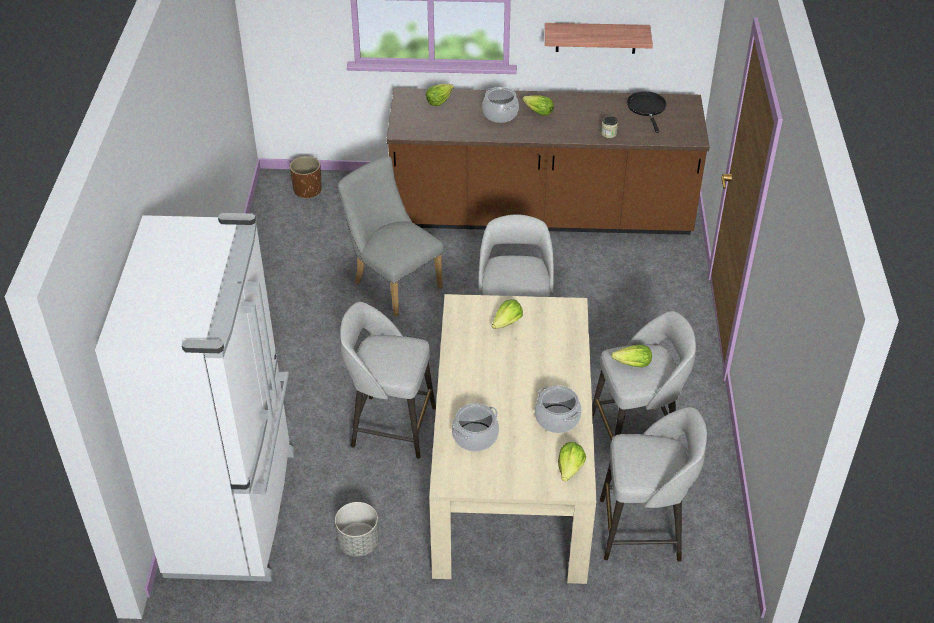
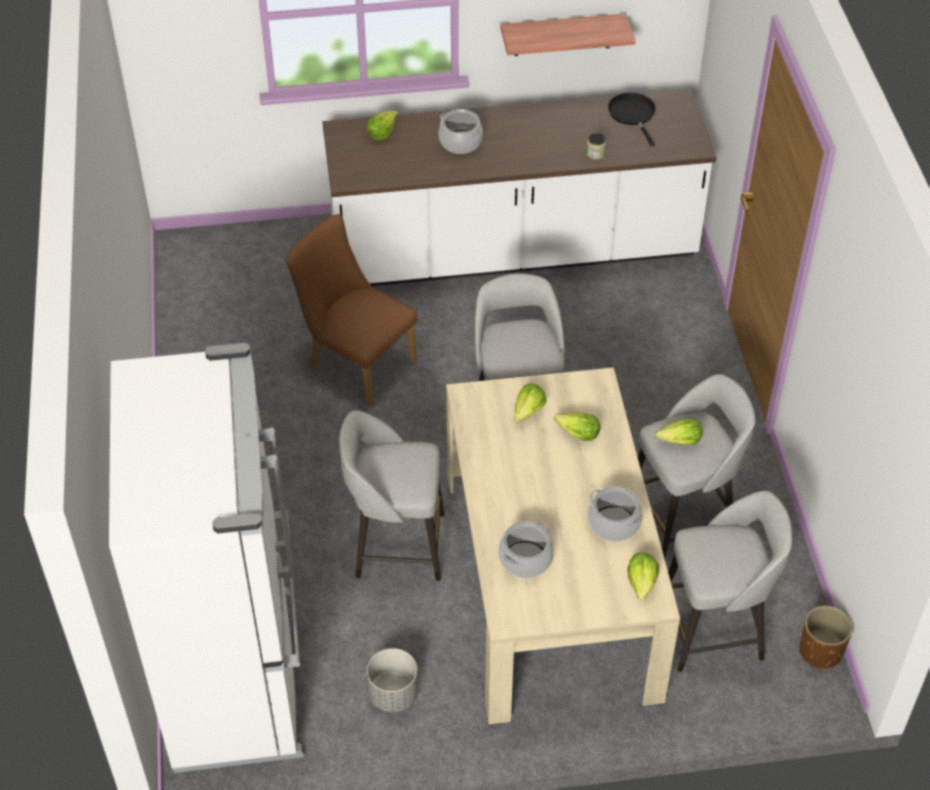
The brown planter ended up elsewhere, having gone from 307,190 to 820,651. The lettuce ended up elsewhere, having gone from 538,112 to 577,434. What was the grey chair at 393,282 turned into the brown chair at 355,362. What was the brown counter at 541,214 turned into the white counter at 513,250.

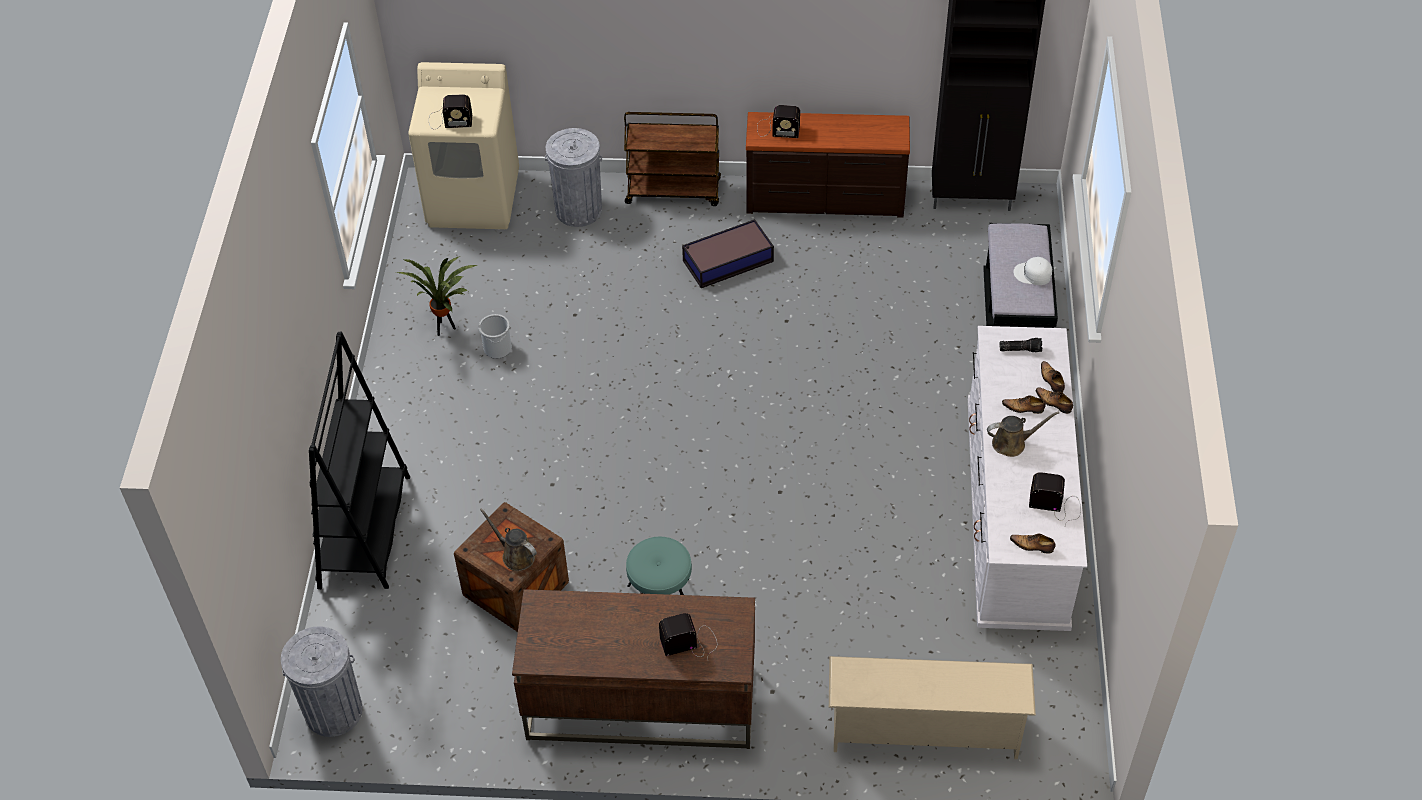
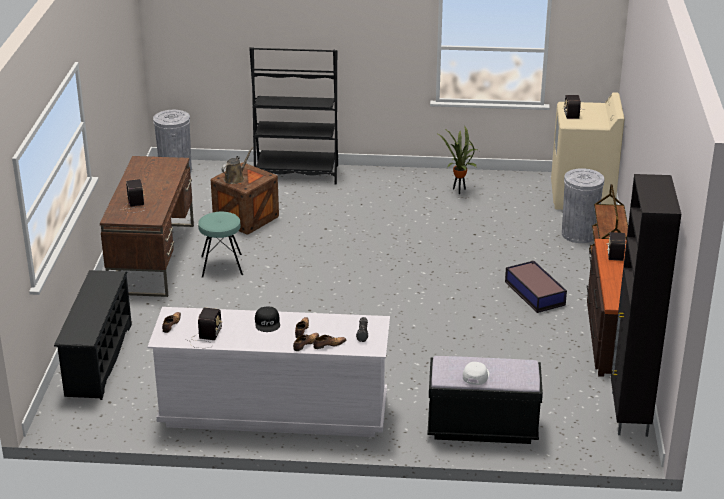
The second view lost the bucket at 498,348. Where the brown watering can stood at 1012,443, the black cap came to stand at 268,323. What was the beige shoe rack at 924,733 turned into the black shoe rack at 98,359.

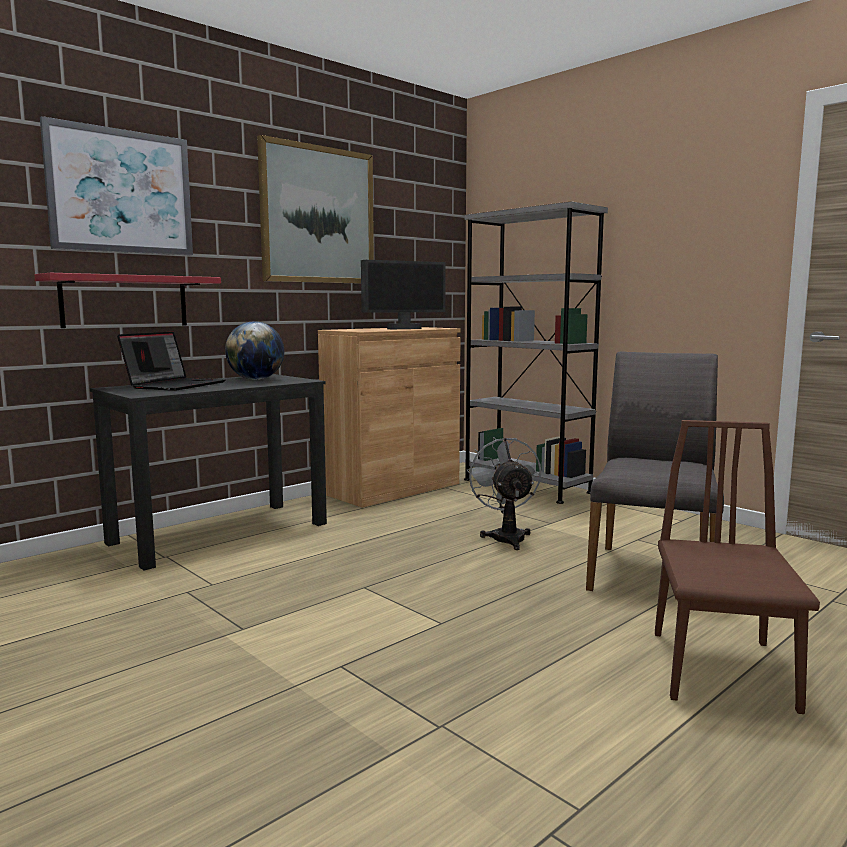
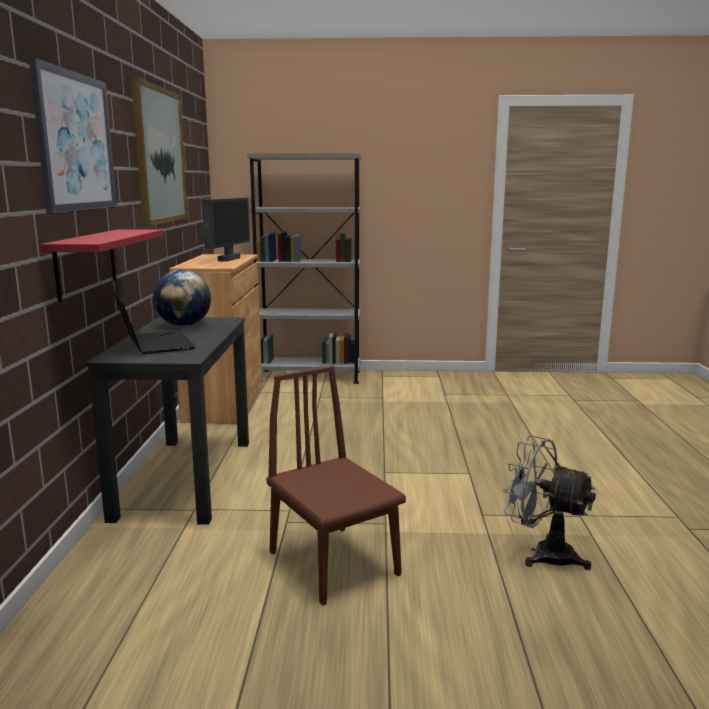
The second view lost the grey chair at 652,573. The grey fan ended up elsewhere, having gone from 506,536 to 543,553. The brown chair ended up elsewhere, having gone from 721,669 to 333,563.

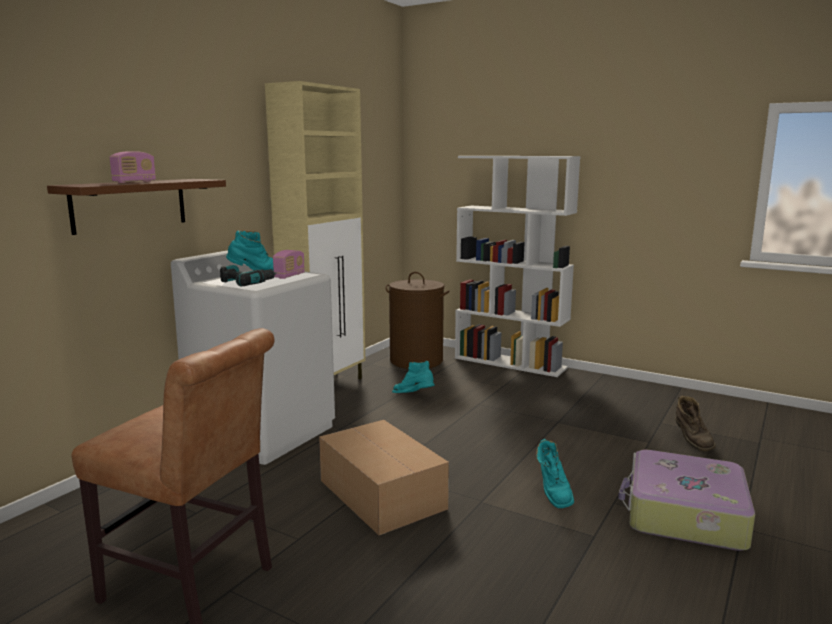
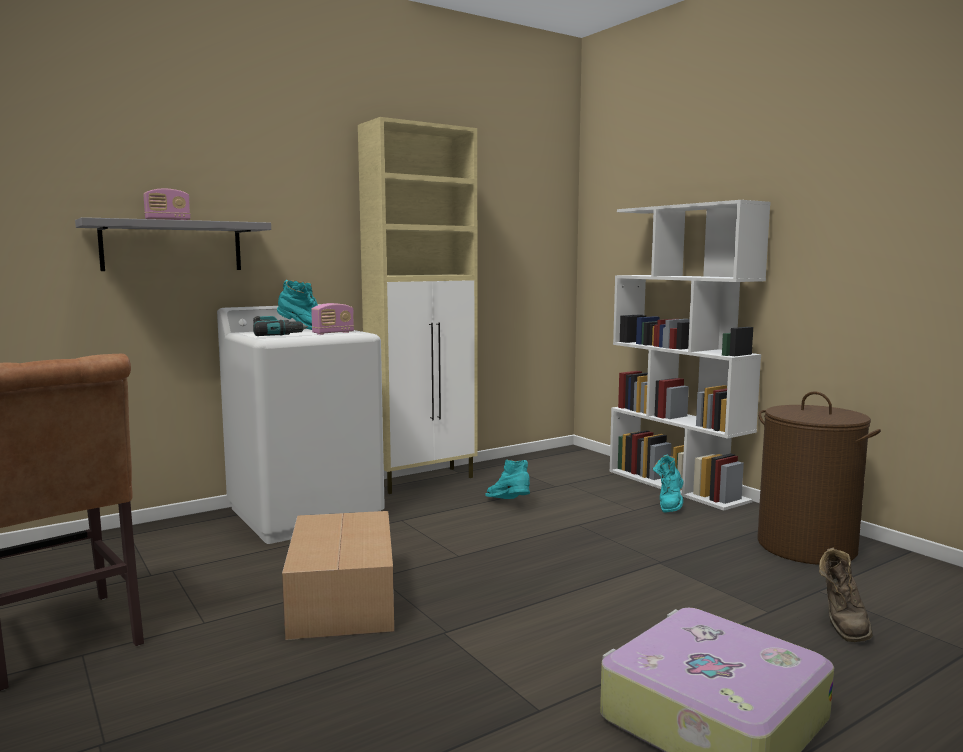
The brown laundry basket ended up elsewhere, having gone from 416,360 to 807,546. The turquoise boot ended up elsewhere, having gone from 553,494 to 670,505. What was the brown shelf at 130,205 turned into the grey shelf at 172,246.

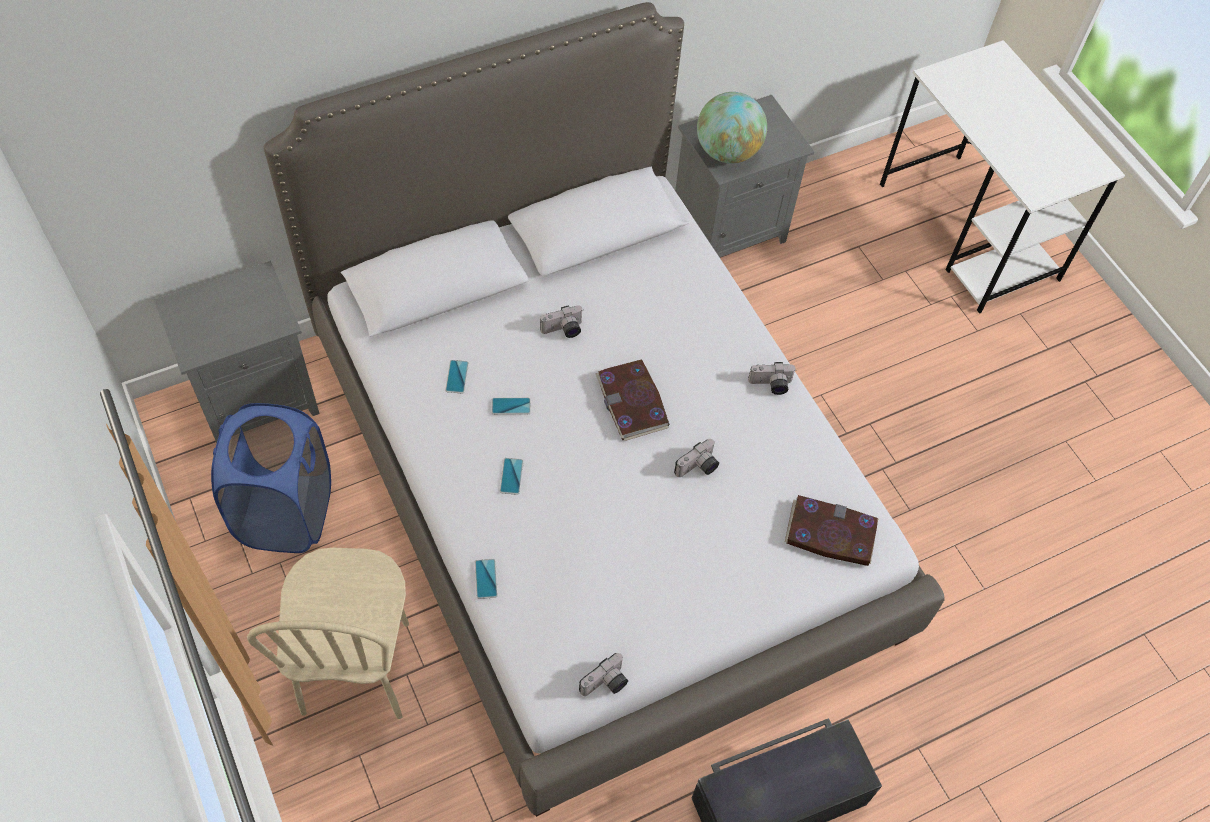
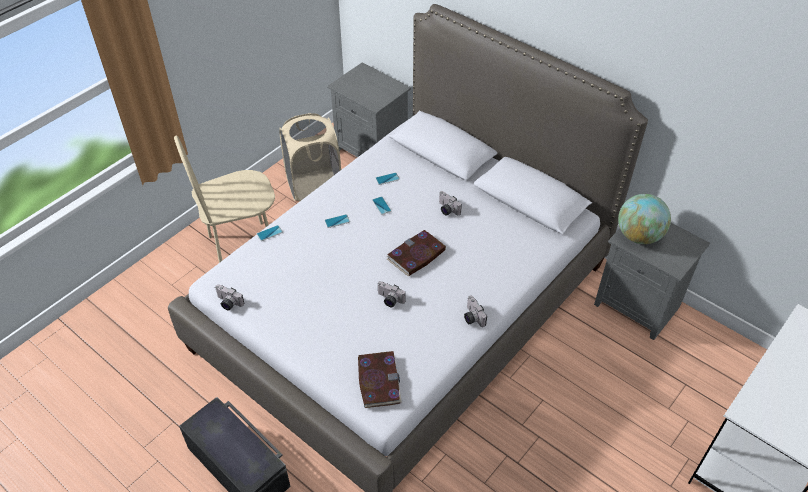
What was the blue laundry basket at 286,513 turned into the beige laundry basket at 314,188.

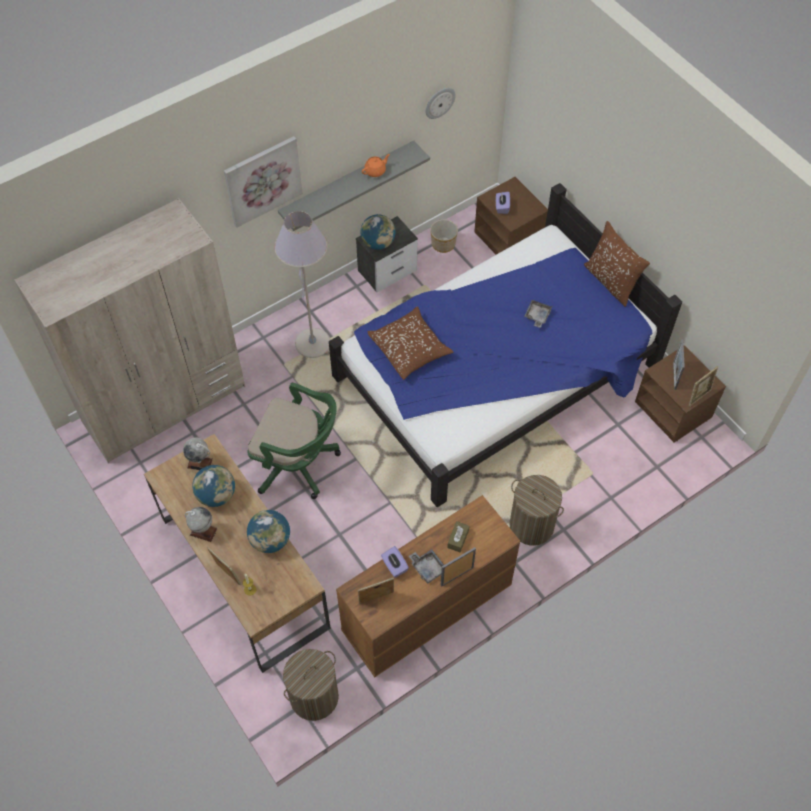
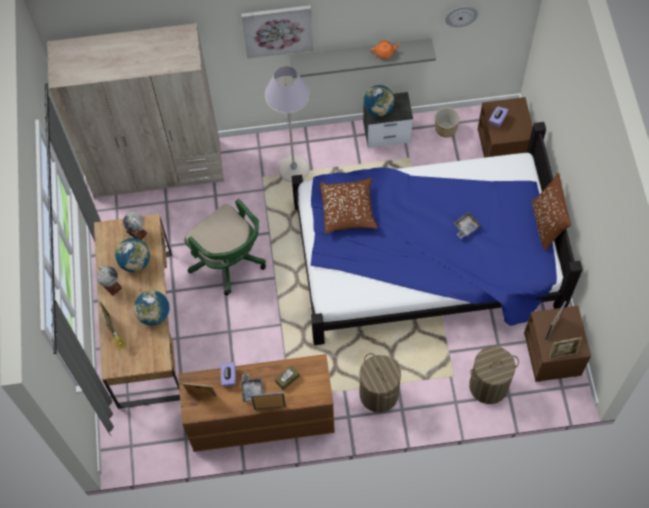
The laundry basket ended up elsewhere, having gone from 314,697 to 488,386.

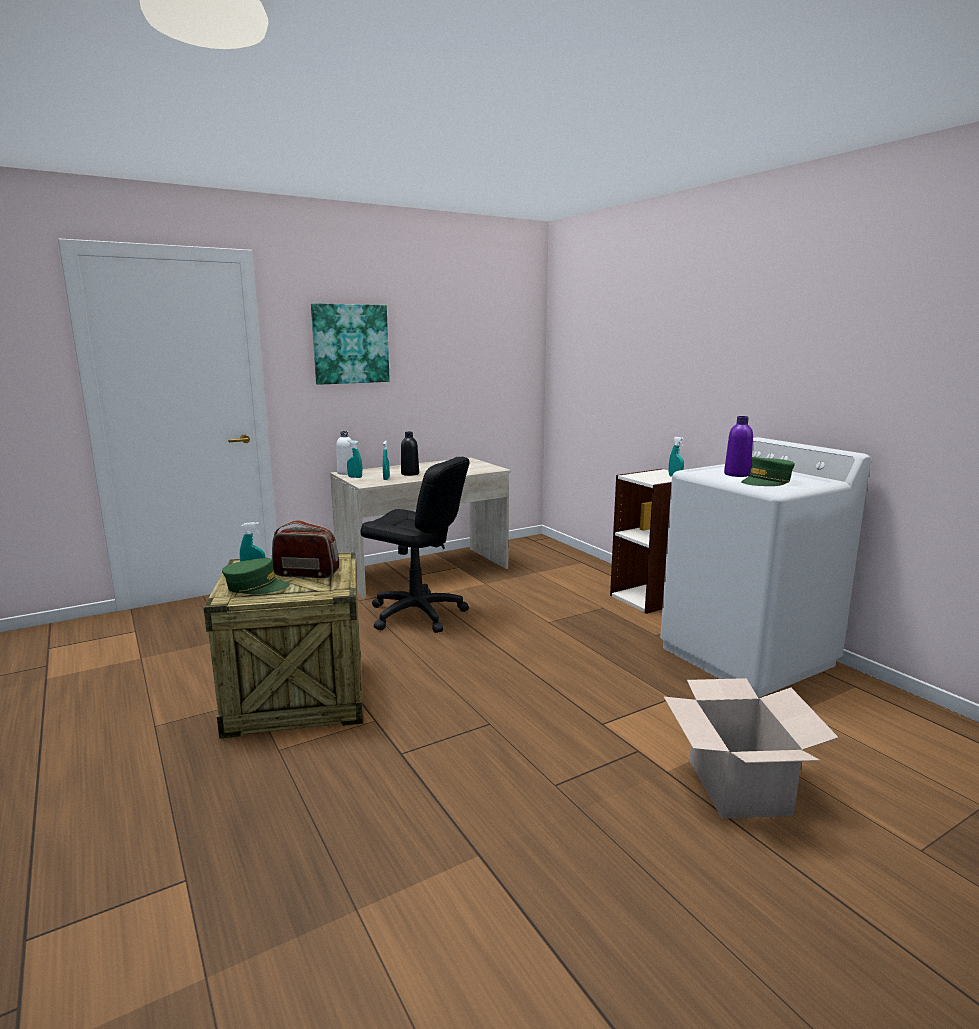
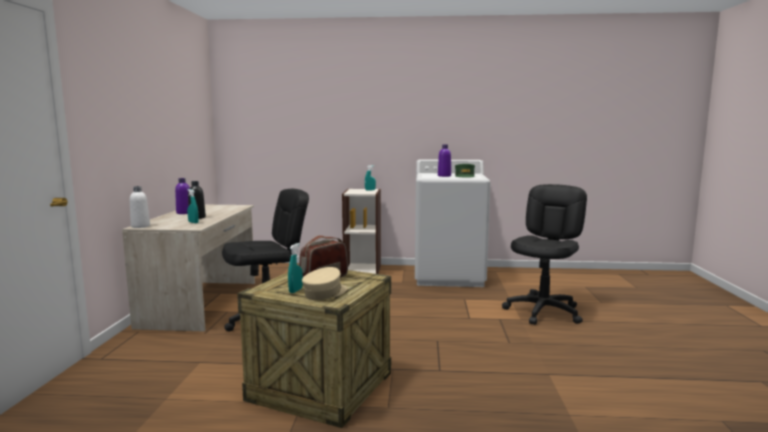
The second view lost the picture at 350,344. The second view lost the turquoise spray bottle at 355,477. The second view gained the purple bottle at 184,213. Where the cardboard box stood at 739,787, the black office chair came to stand at 543,312. What was the green cap at 256,587 turned into the beige cap at 325,293.

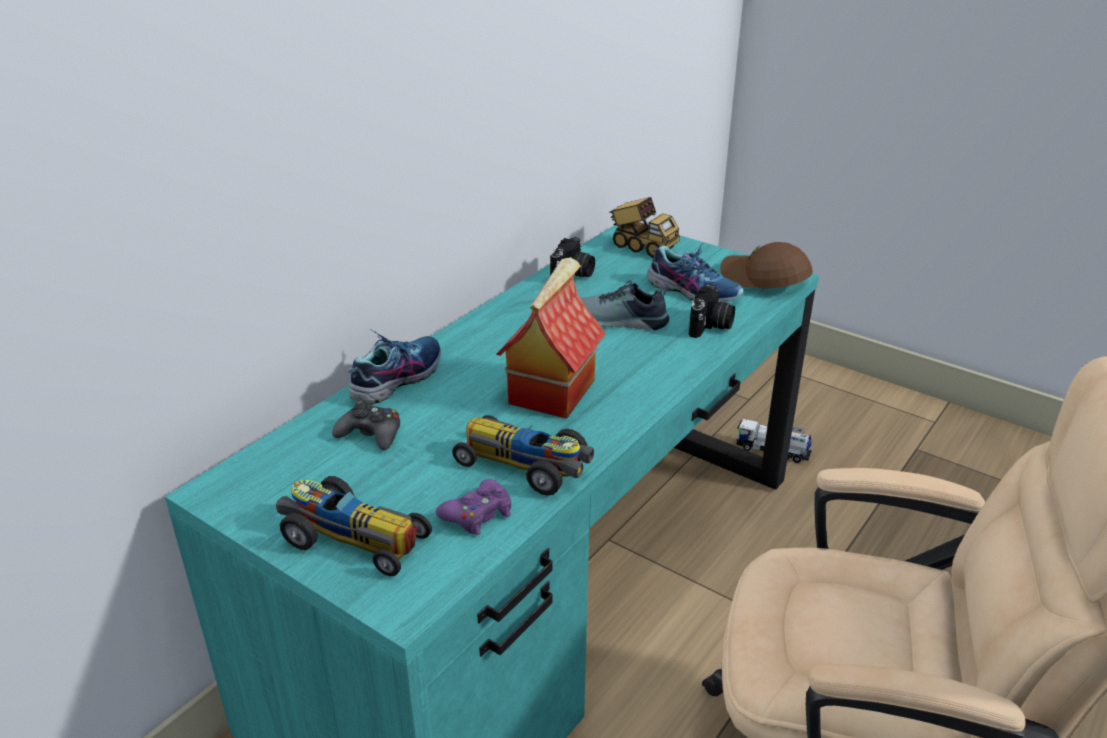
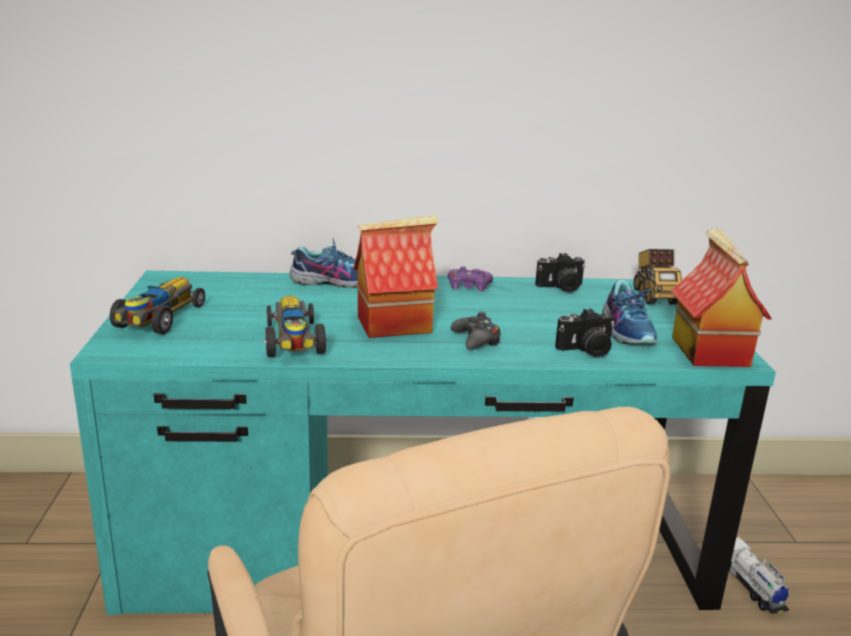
The second view lost the shoe at 618,321. The black game controller ended up elsewhere, having gone from 371,434 to 476,340. The purple game controller ended up elsewhere, having gone from 478,514 to 468,286. Where the brown cap stood at 763,280, the toy house came to stand at 708,351. The toy car at 351,537 ended up facing another way, 150 degrees counterclockwise from before.

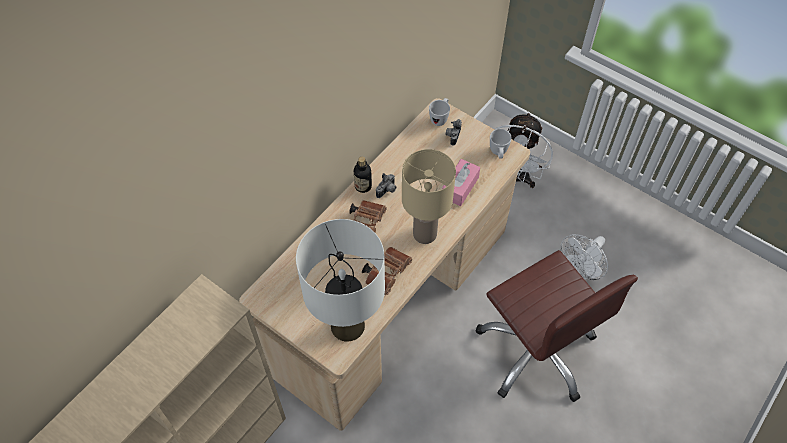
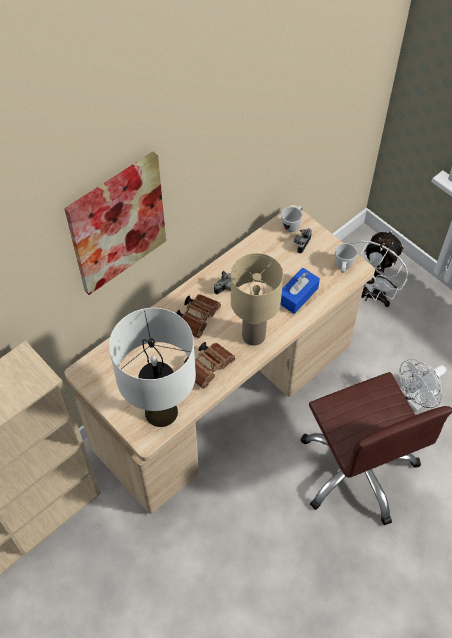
The second view lost the bottle at 363,186. The second view gained the picture at 117,224. What was the pink tissue box at 460,187 turned into the blue tissue box at 297,295.

